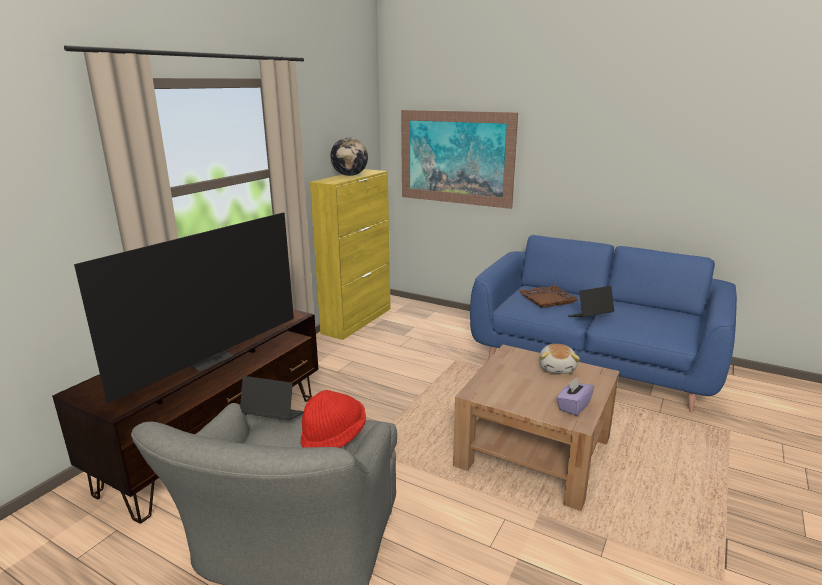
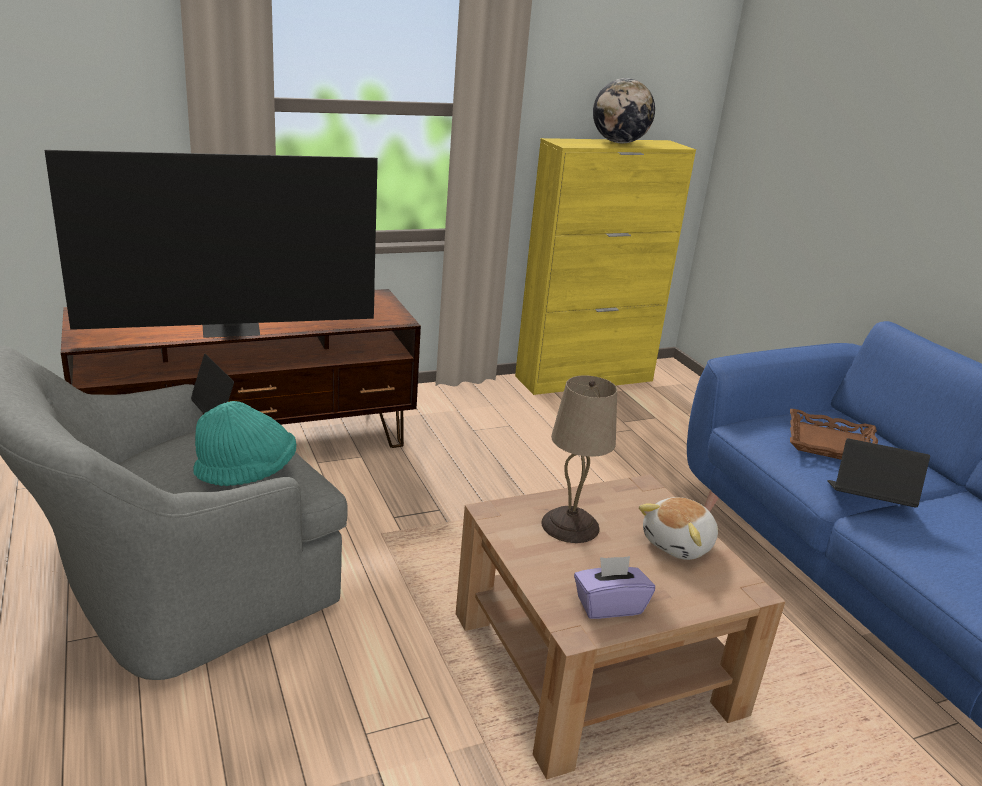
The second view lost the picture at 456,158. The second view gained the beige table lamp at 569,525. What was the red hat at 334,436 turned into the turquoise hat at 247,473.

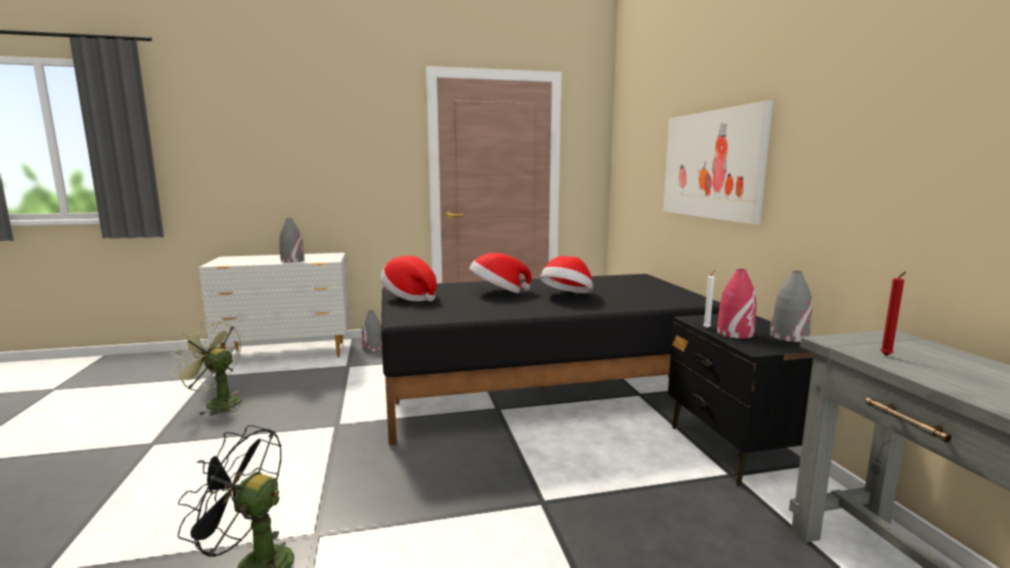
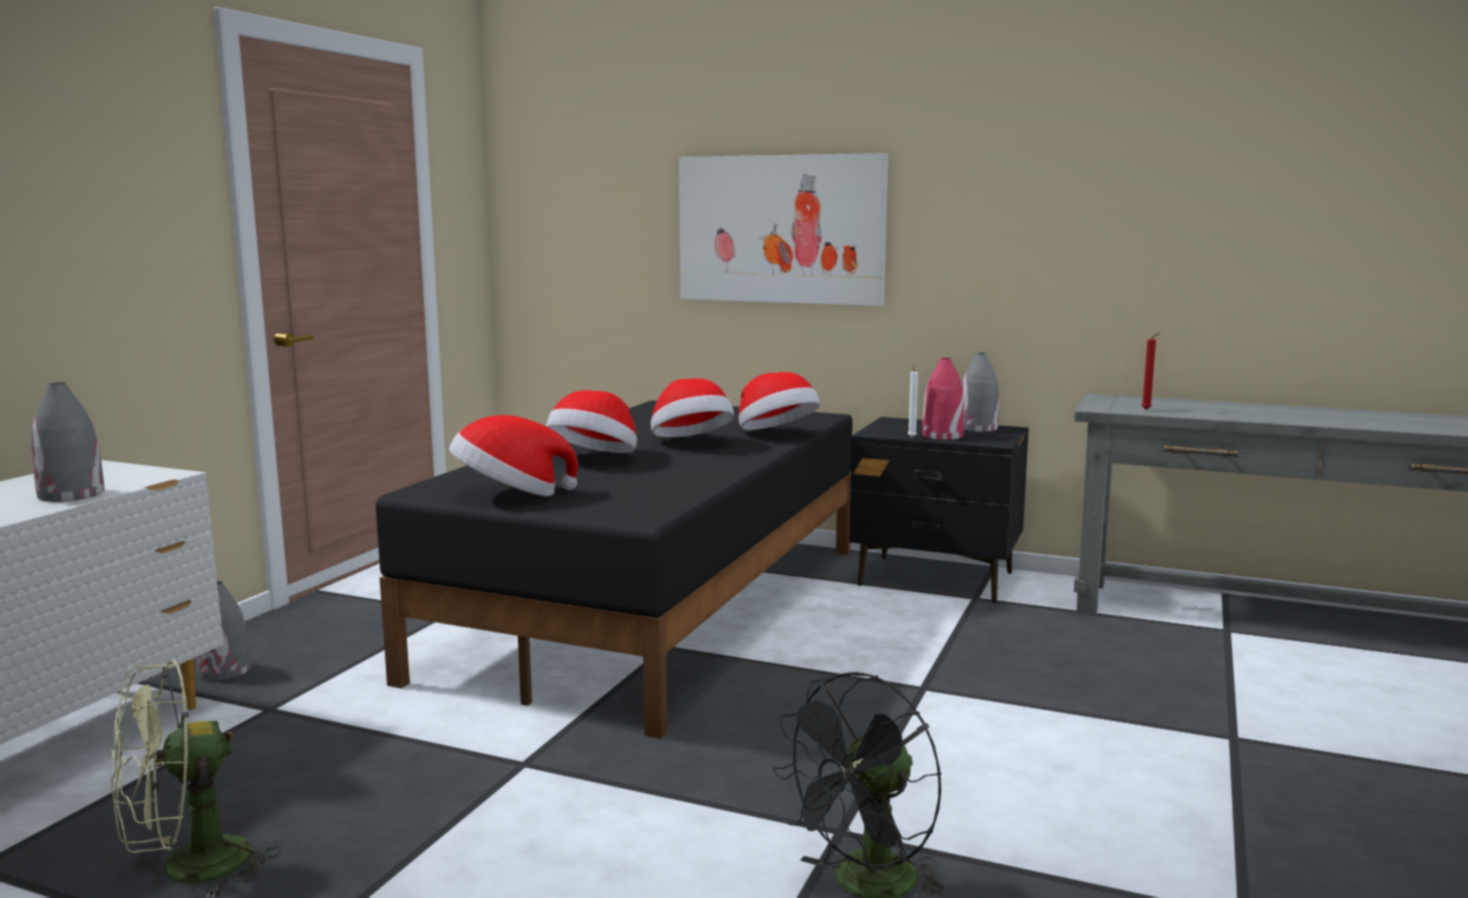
The second view gained the hat at 776,434.

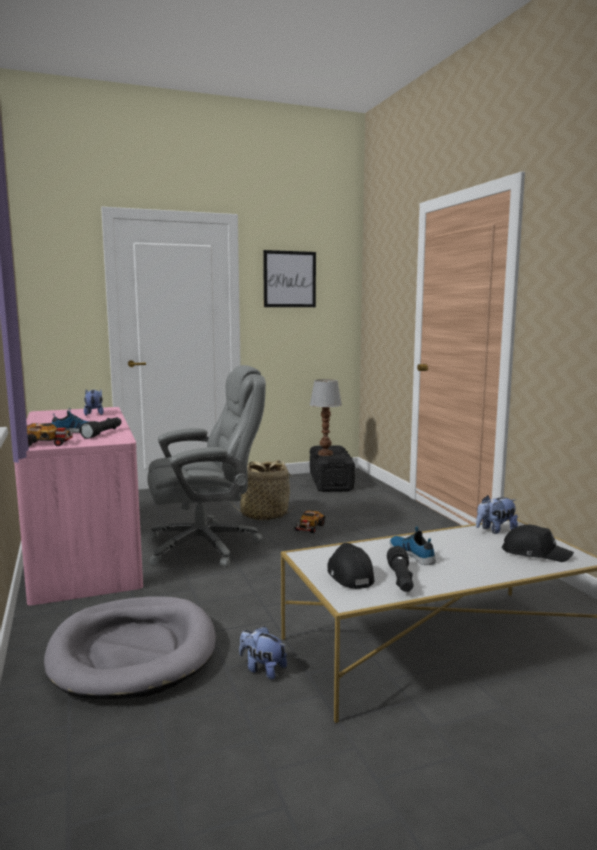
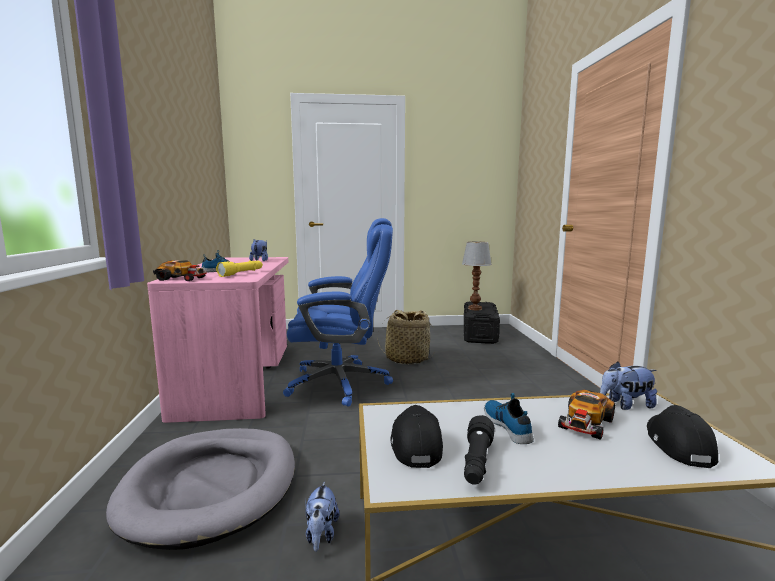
The second view lost the picture at 289,279. The toy car ended up elsewhere, having gone from 309,527 to 585,423. What was the black flashlight at 103,433 turned into the yellow flashlight at 242,273. What was the grey office chair at 205,546 turned into the blue office chair at 341,383. The plush toy at 262,669 ended up facing another way, 135 degrees counterclockwise from before. The black cap at 535,553 ended up facing another way, 120 degrees counterclockwise from before.

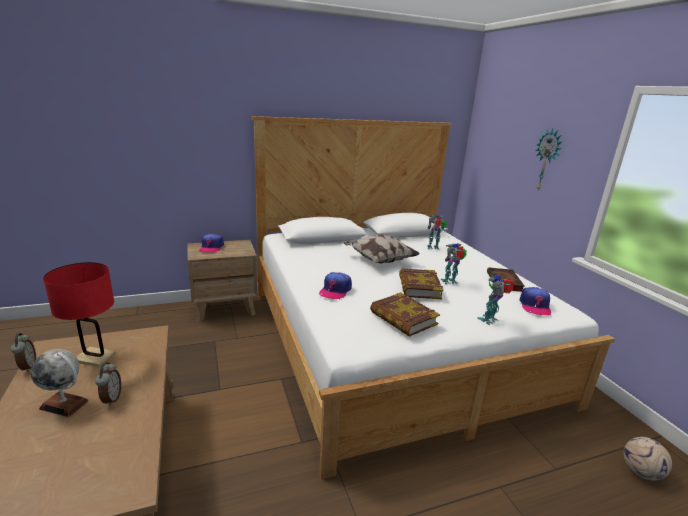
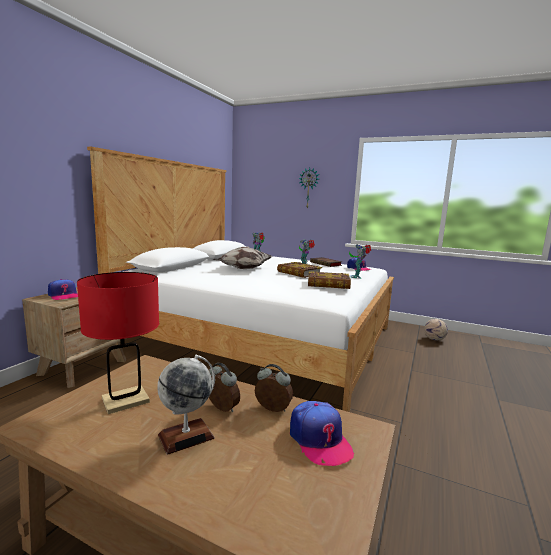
The alarm clock ended up elsewhere, having gone from 27,367 to 272,410. The cap ended up elsewhere, having gone from 335,290 to 319,439.

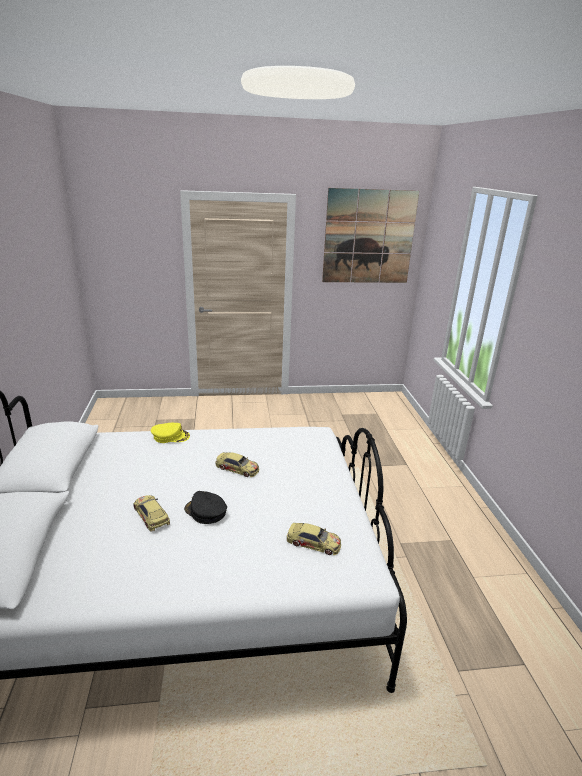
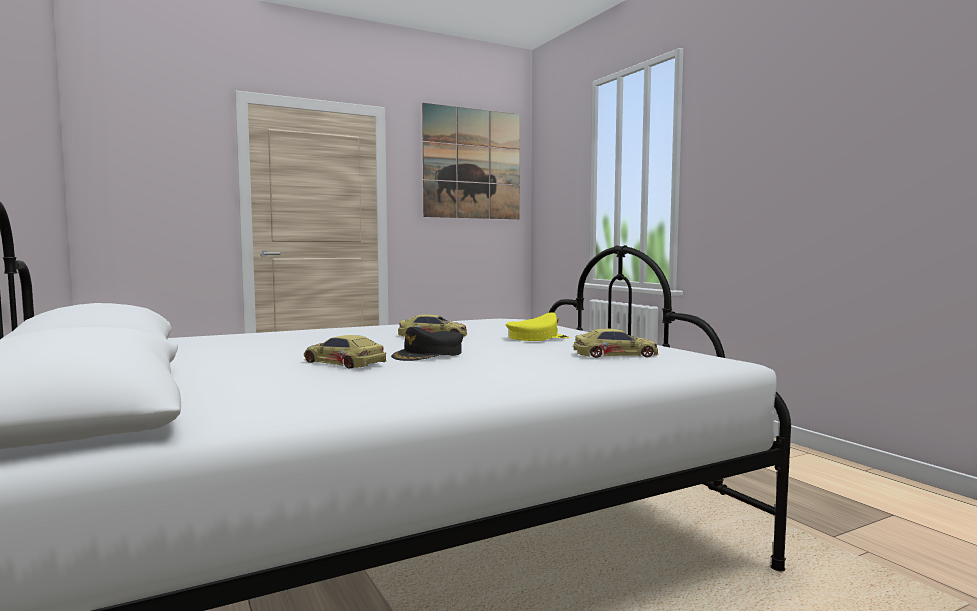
The yellow cap ended up elsewhere, having gone from 170,436 to 537,338. The black cap at 205,511 ended up facing another way, 60 degrees counterclockwise from before.

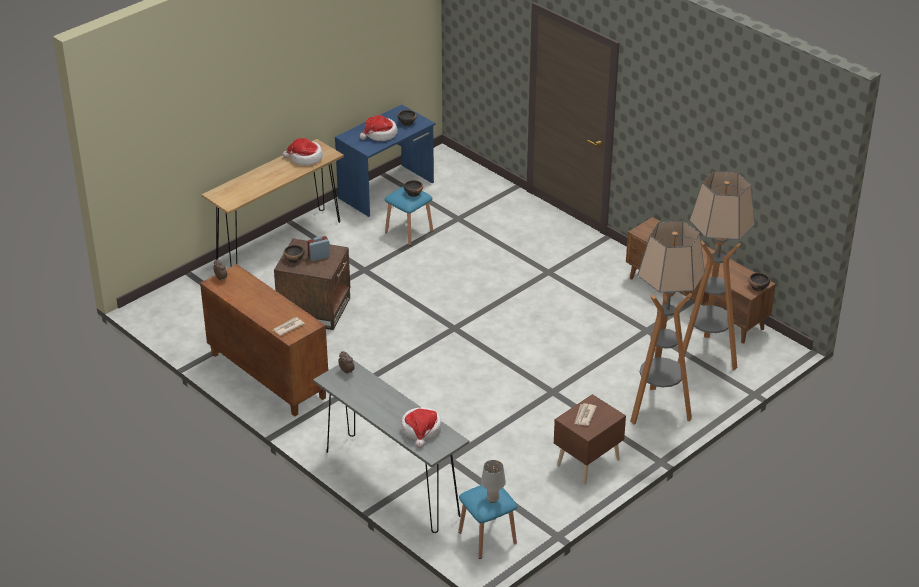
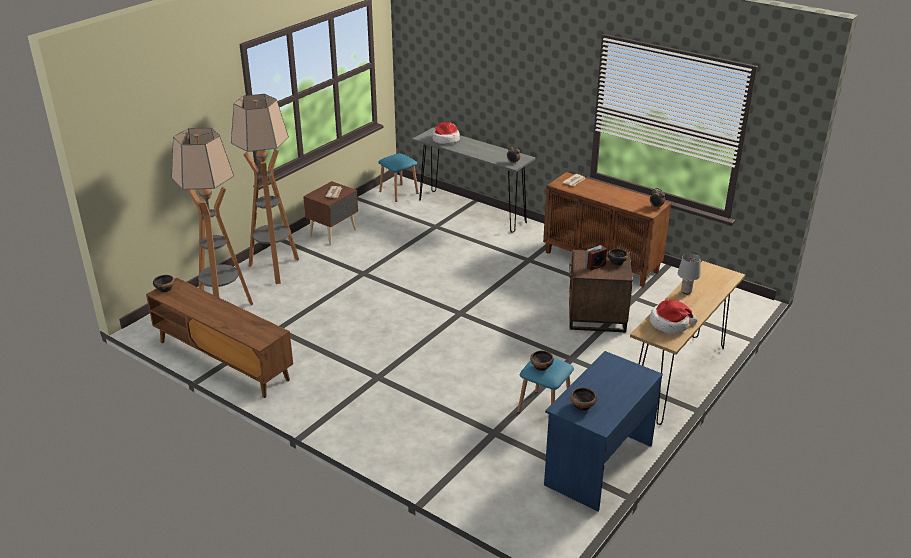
The second view lost the hat at 380,134. The grey table lamp ended up elsewhere, having gone from 492,499 to 686,292.

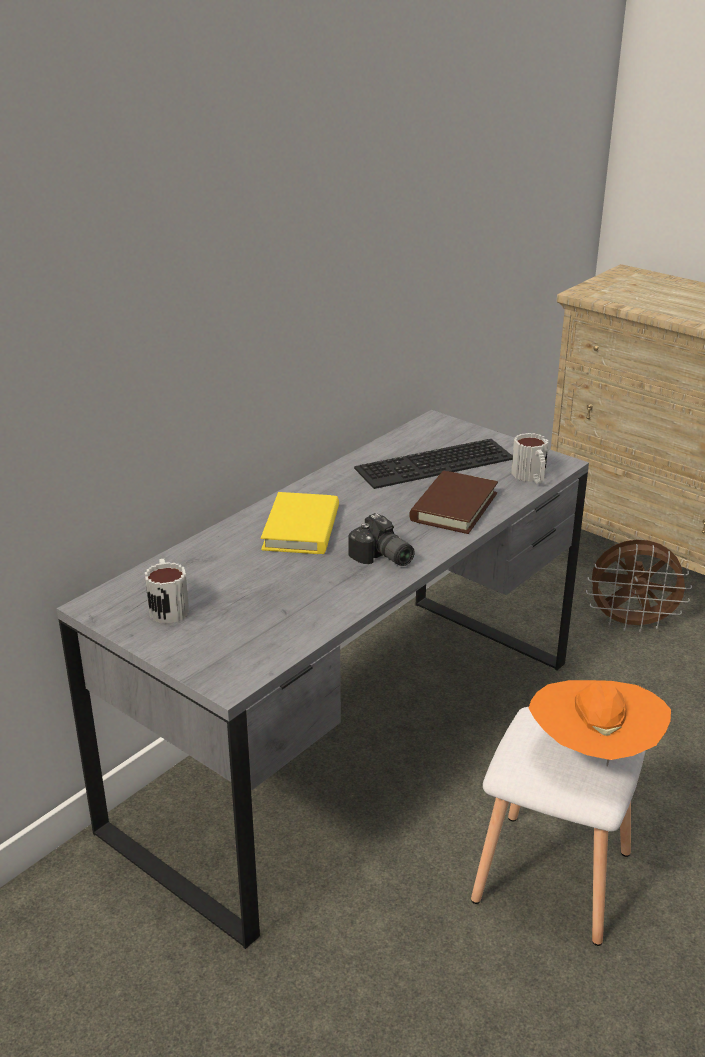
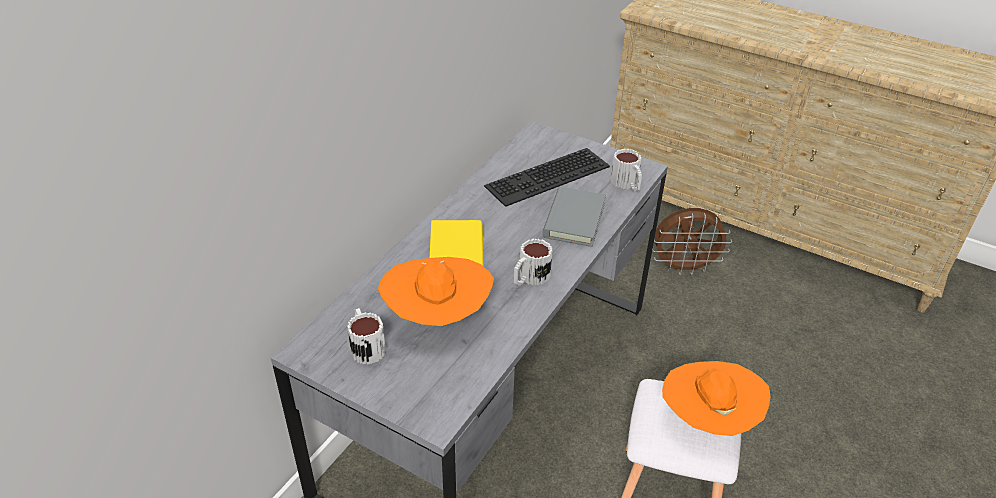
The second view gained the orange hat at 437,317. Where the photo camera stood at 382,558, the mug came to stand at 529,278. What was the brown book at 454,507 turned into the grey book at 574,220.

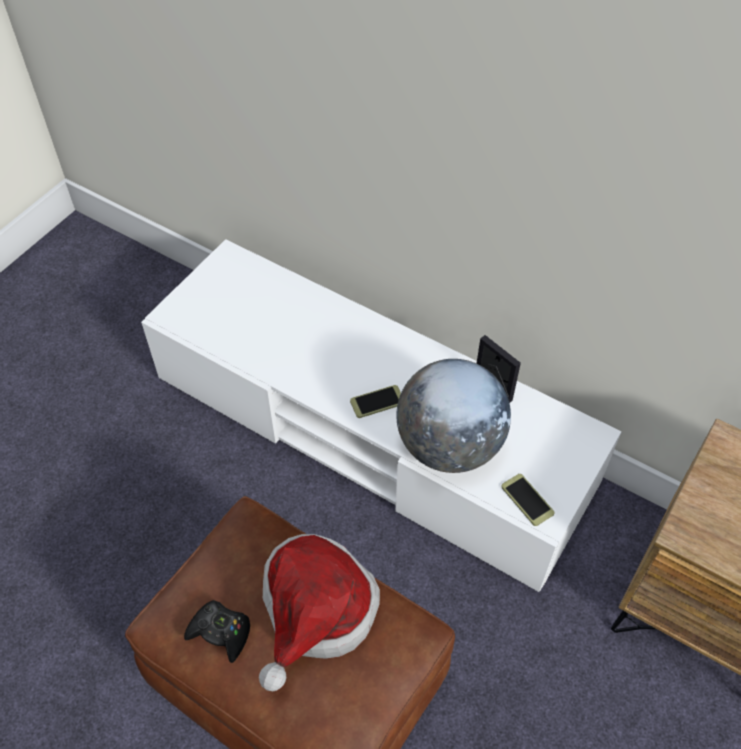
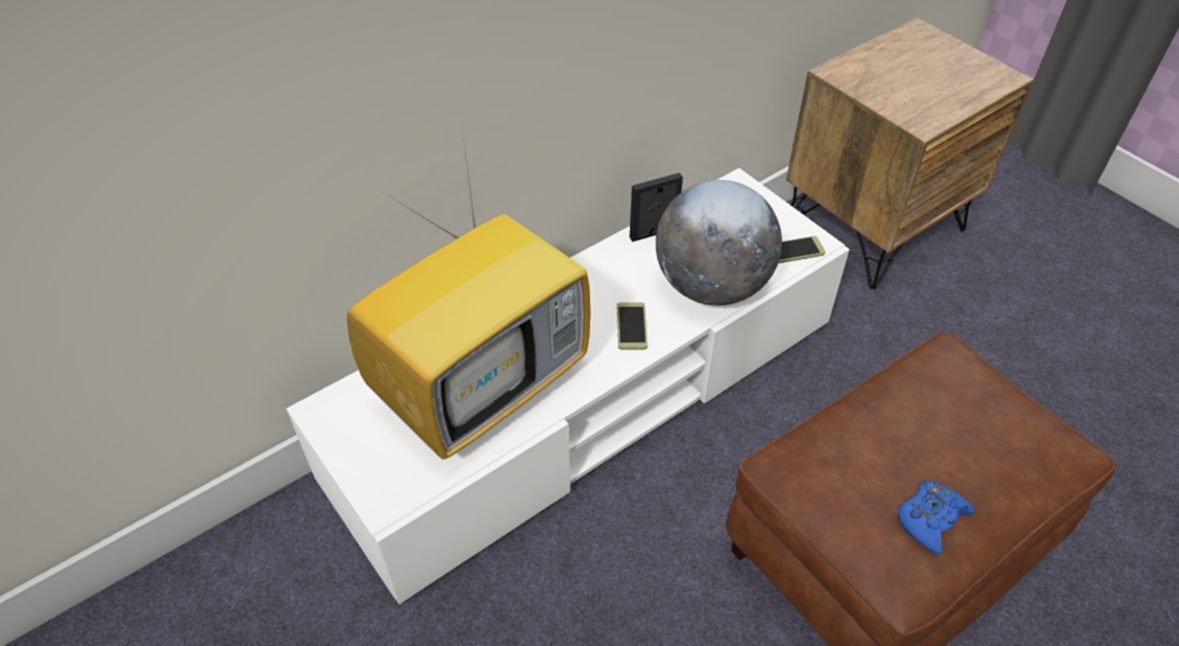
The second view lost the hat at 315,613. The second view gained the television at 484,385. What was the black game controller at 220,632 turned into the blue game controller at 930,519.

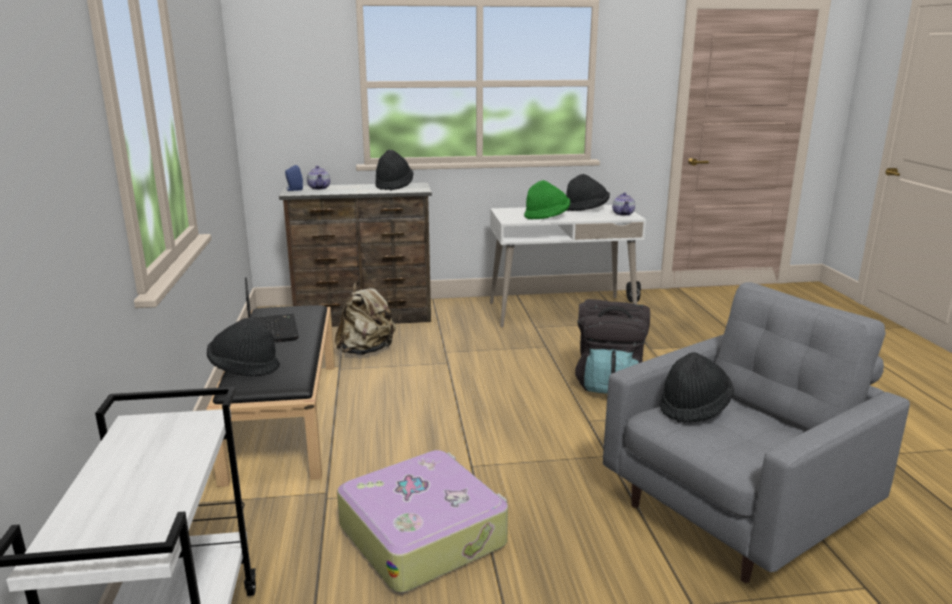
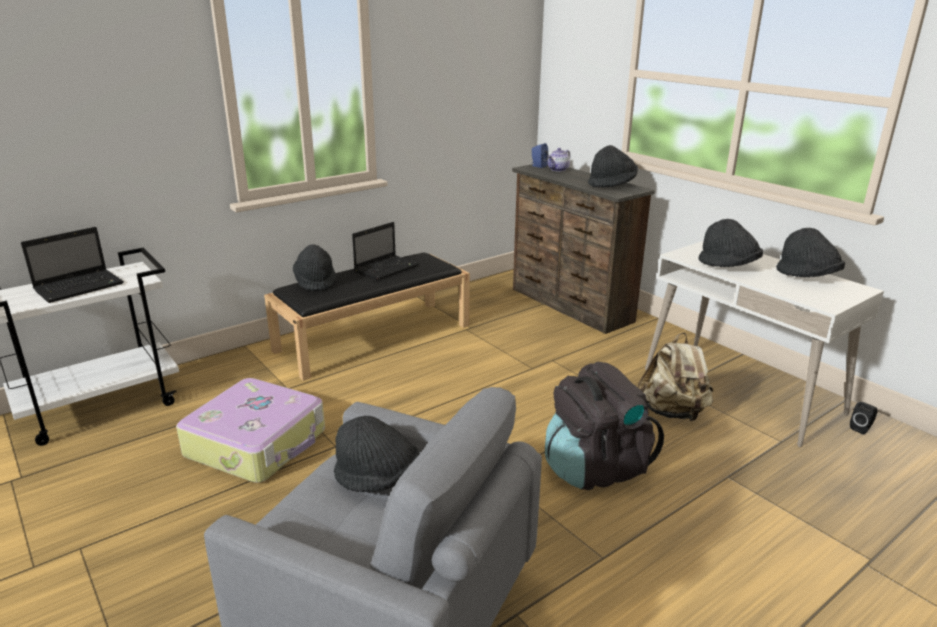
The second view lost the teapot at 623,214. The second view gained the laptop at 81,286. The beige backpack ended up elsewhere, having gone from 366,351 to 672,412. What was the green hat at 546,217 turned into the black hat at 728,266.

